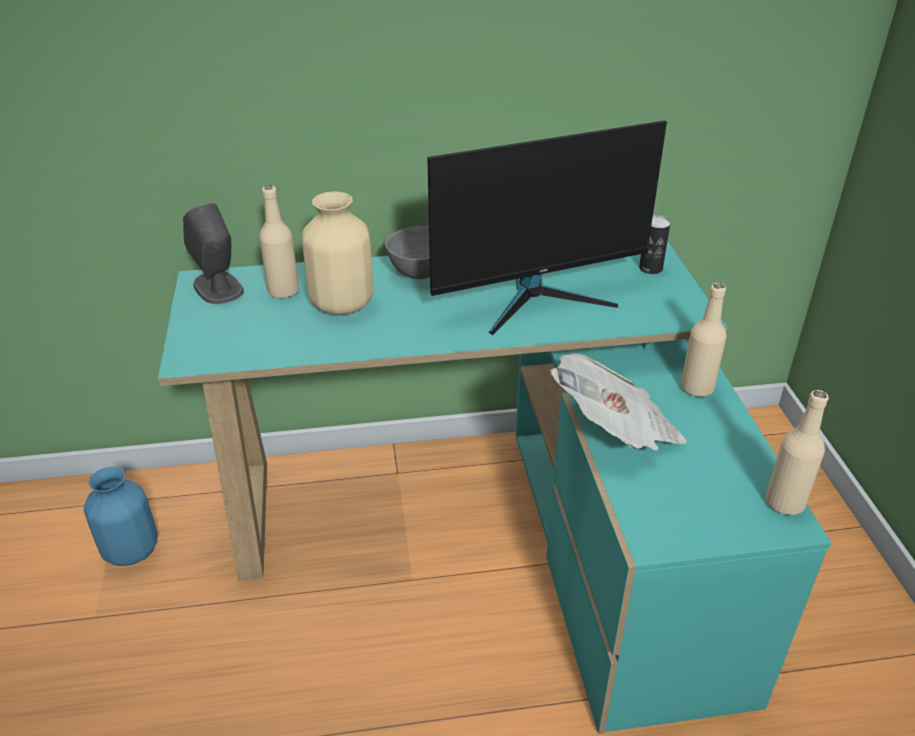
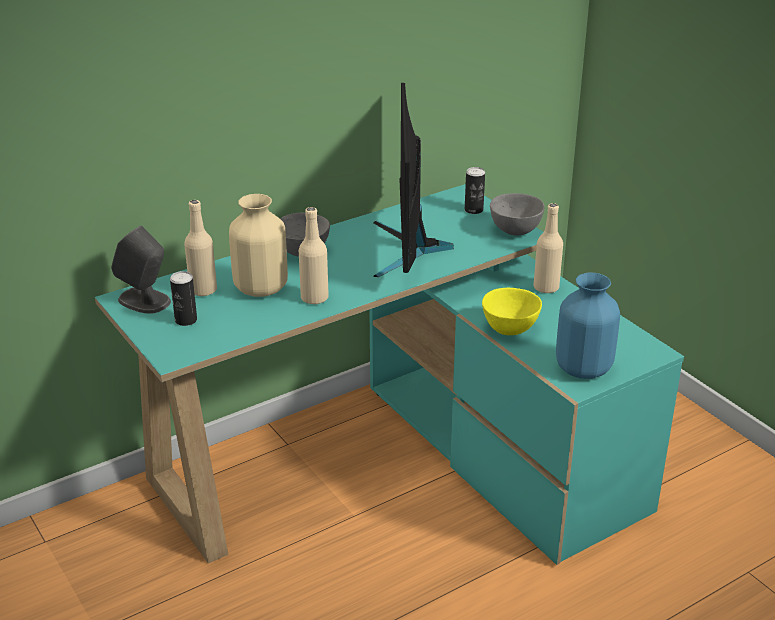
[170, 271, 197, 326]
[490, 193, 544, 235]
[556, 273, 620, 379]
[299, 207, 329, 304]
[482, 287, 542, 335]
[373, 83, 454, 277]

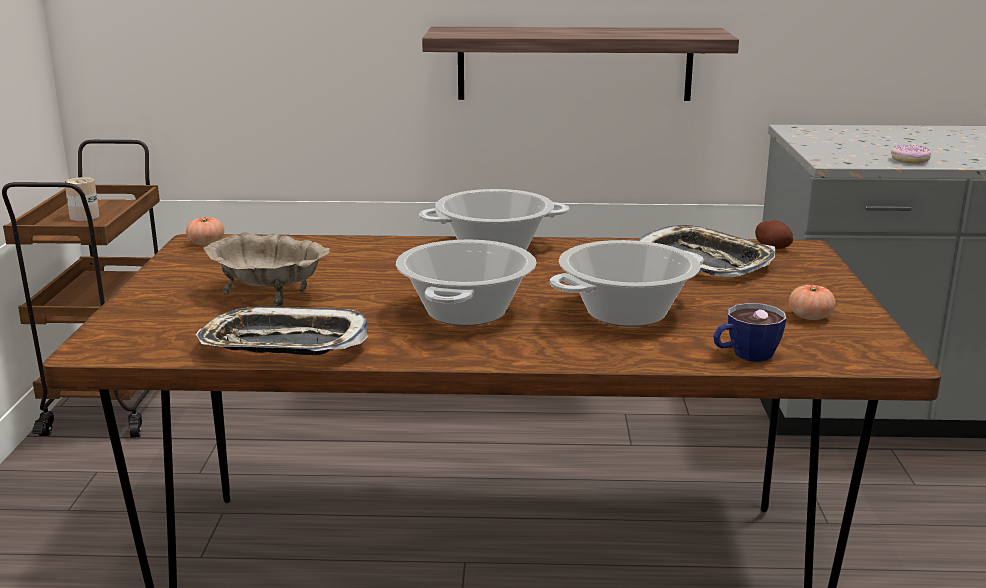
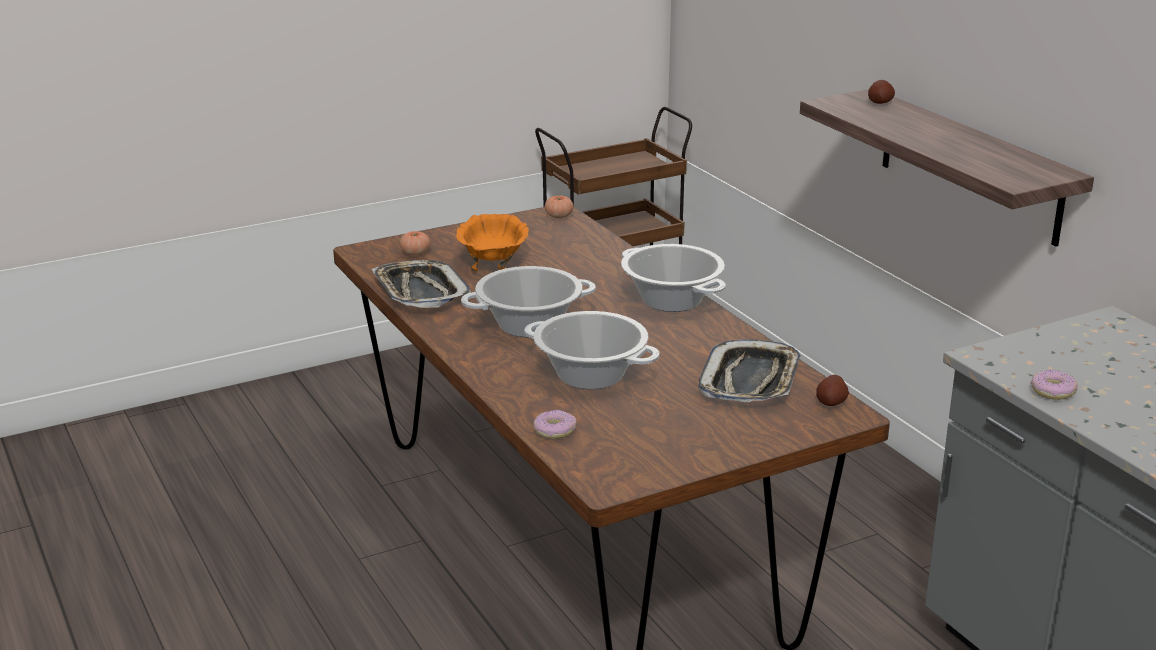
[64, 177, 100, 221] (first image)
[868, 80, 895, 104]
[399, 231, 430, 256]
[533, 410, 576, 439]
[456, 214, 529, 273]

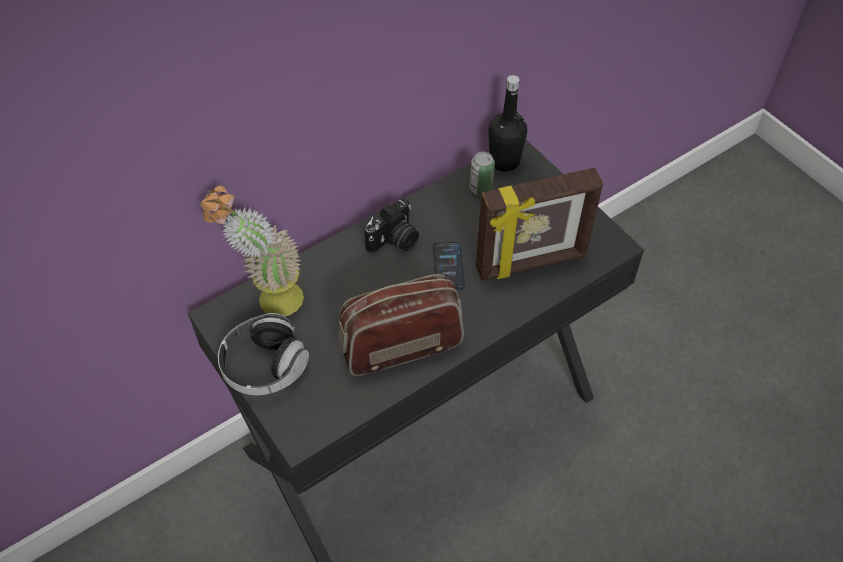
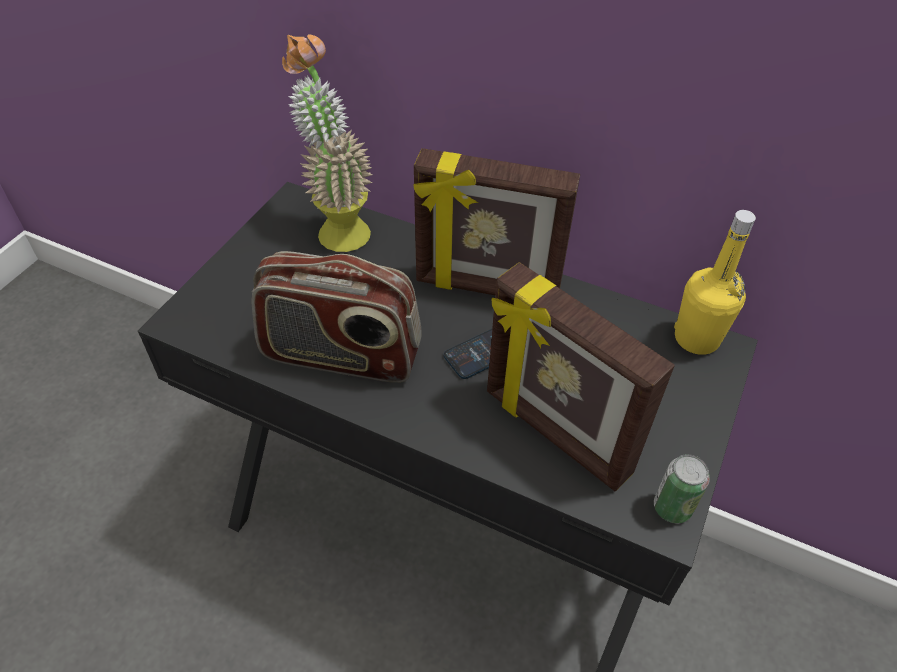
[218, 313, 309, 395] (first image)
[654, 454, 710, 523]
[413, 148, 580, 295]
[674, 210, 756, 355]
[251, 251, 422, 383]

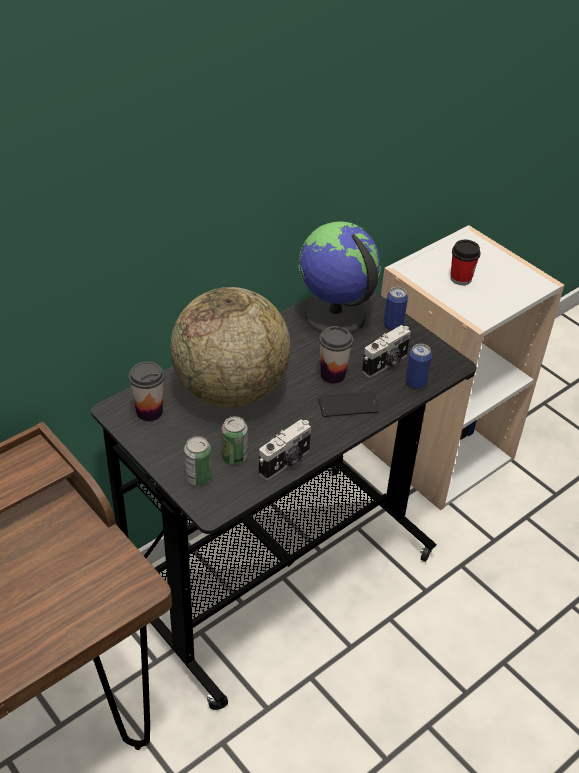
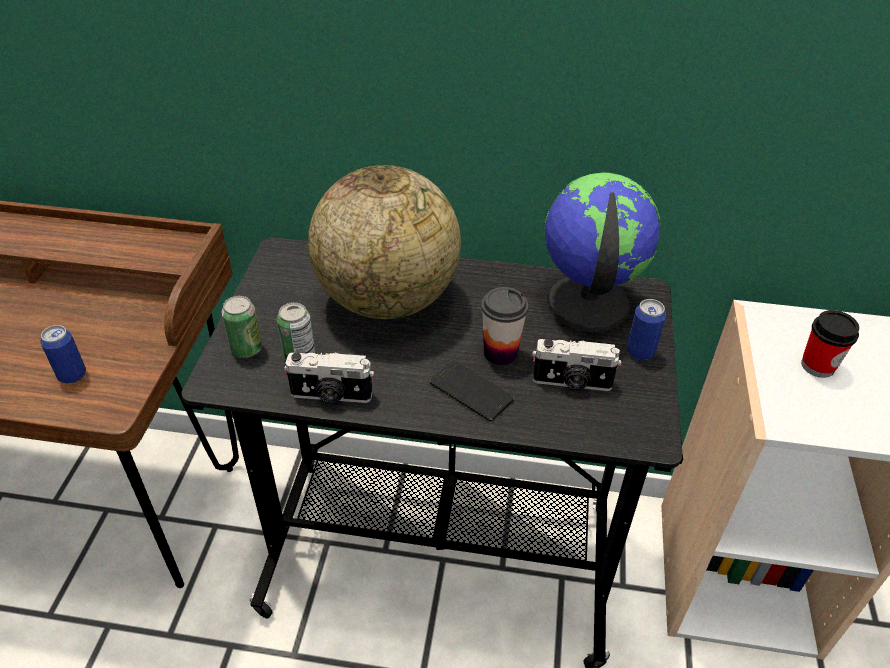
[128, 361, 165, 421] (first image)
[40, 325, 86, 384]

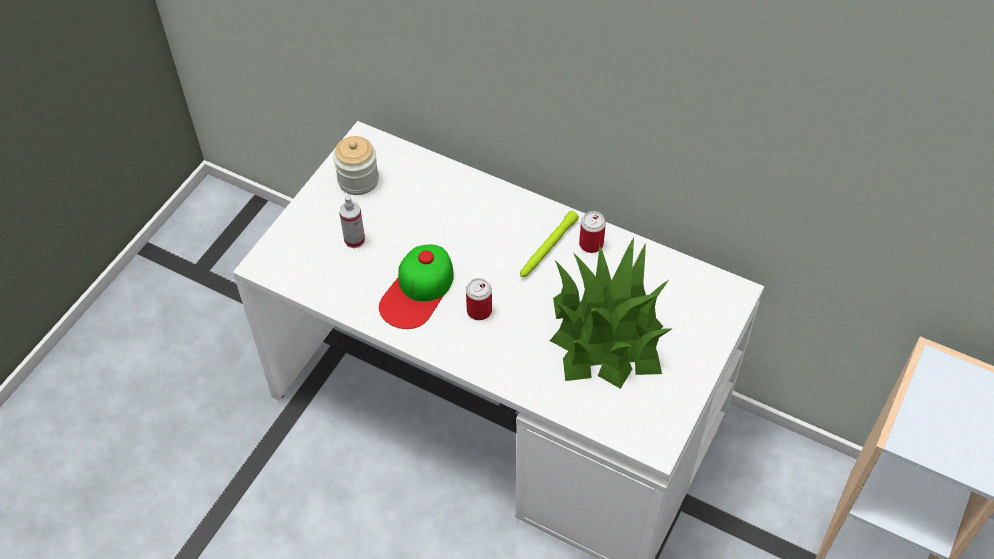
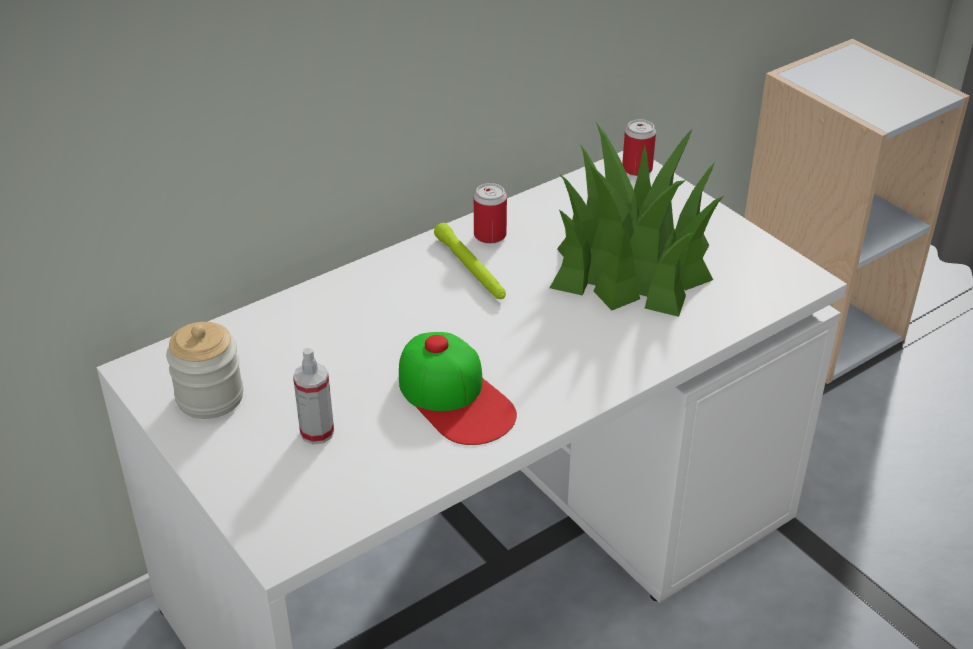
[622, 119, 656, 176]

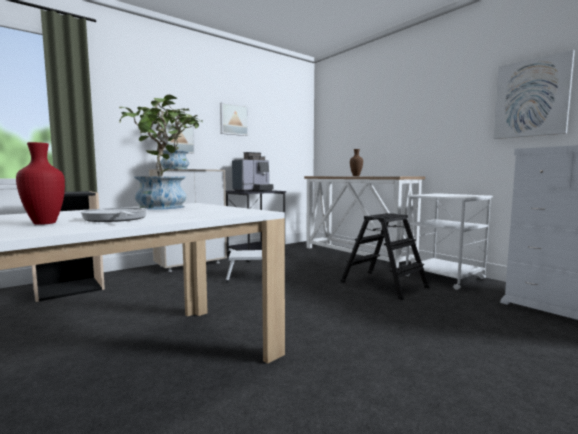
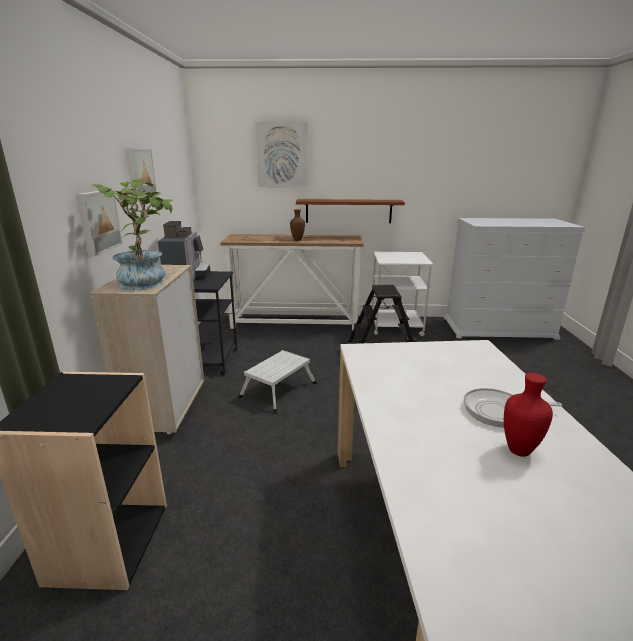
[119, 95, 203, 210] (first image)
[296, 199, 405, 223]
[255, 122, 308, 187]

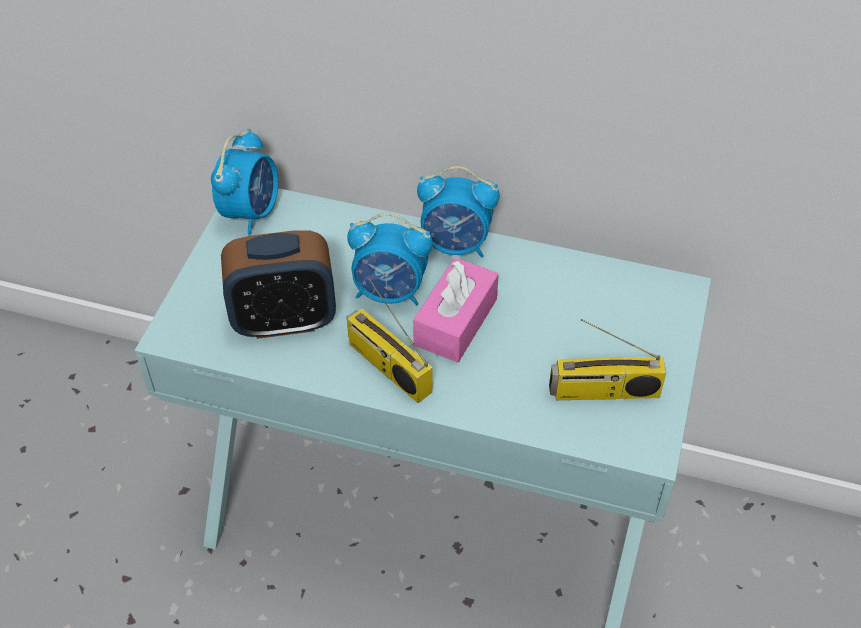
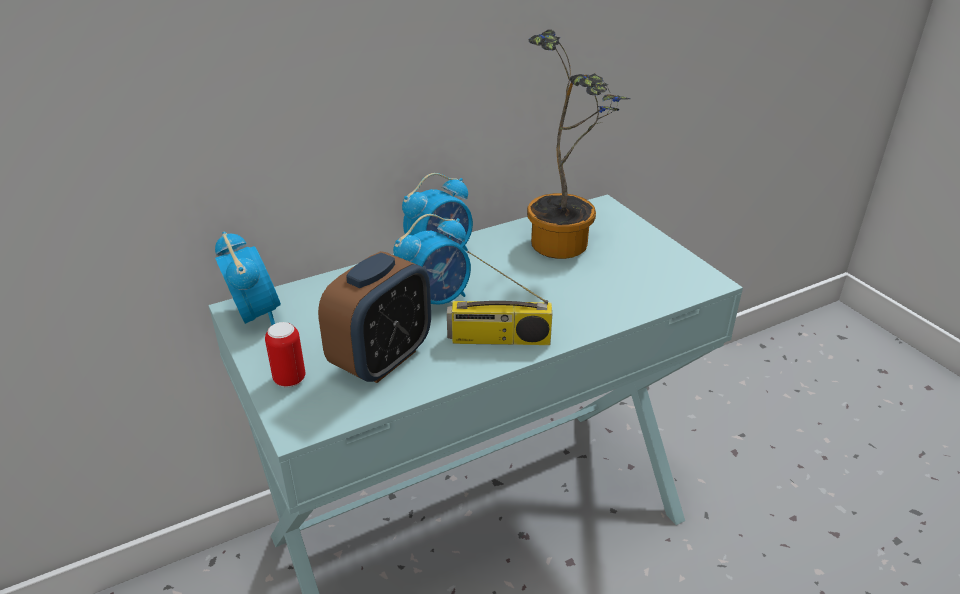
[413, 258, 499, 362] (first image)
[549, 319, 666, 400] (first image)
[265, 322, 305, 387]
[527, 29, 630, 259]

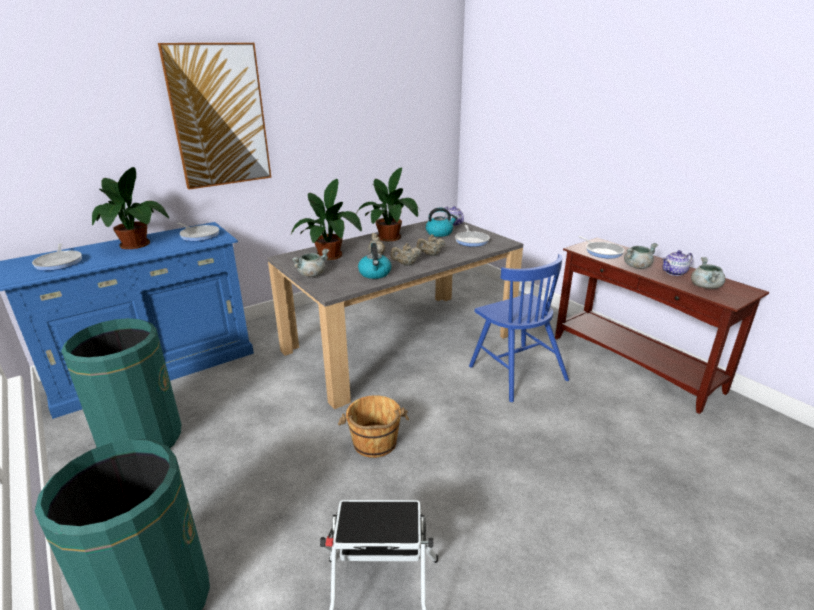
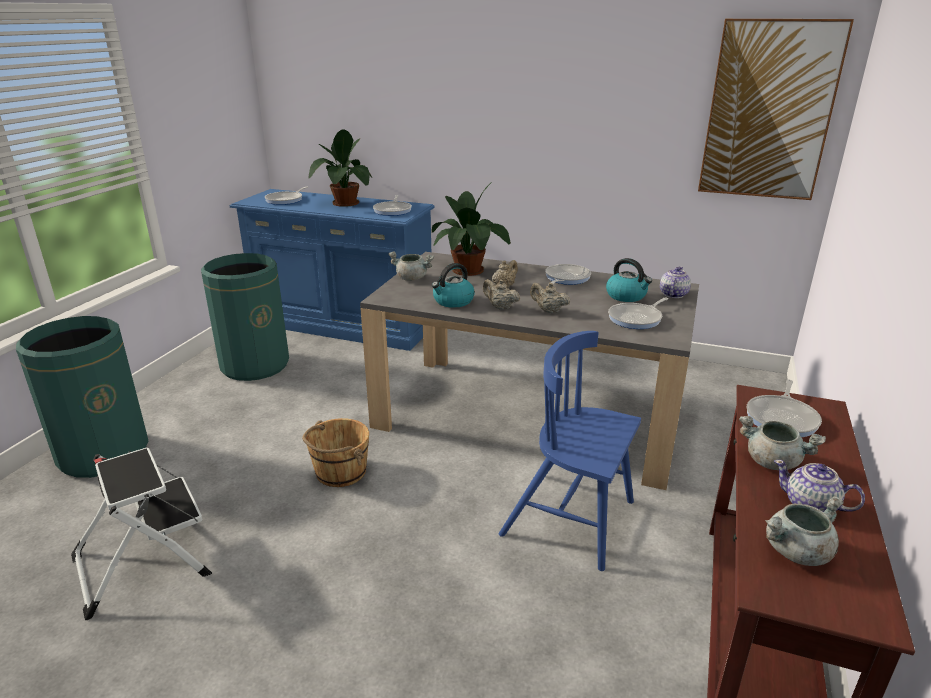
[698, 19, 854, 200]
[545, 264, 591, 285]
[499, 331, 641, 571]

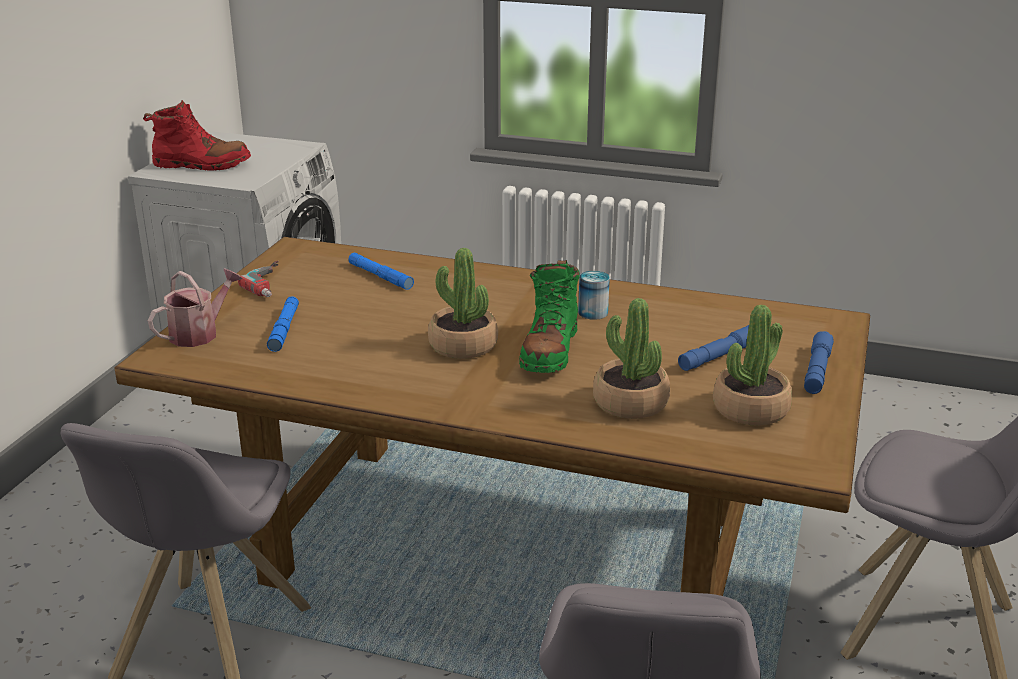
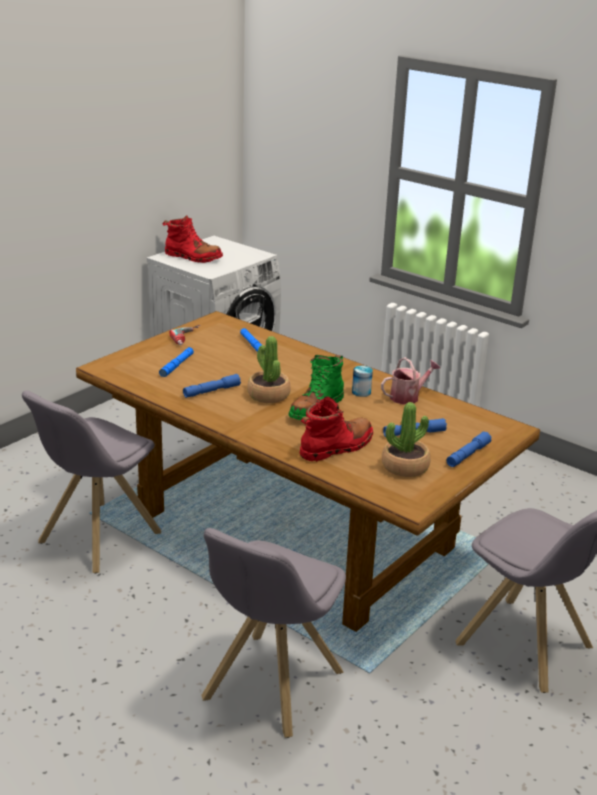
[183, 374, 241, 398]
[381, 357, 440, 405]
[300, 396, 373, 462]

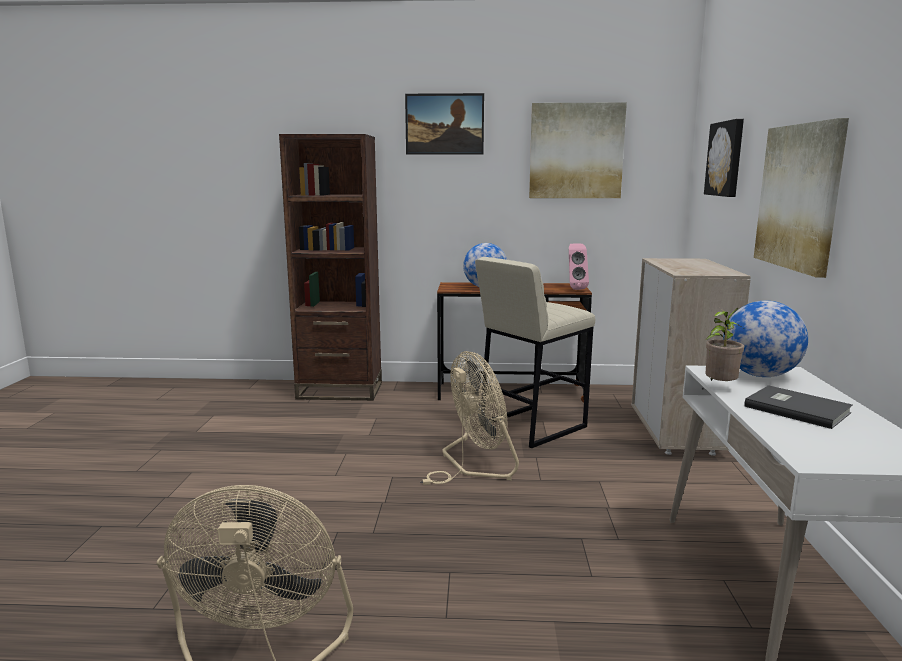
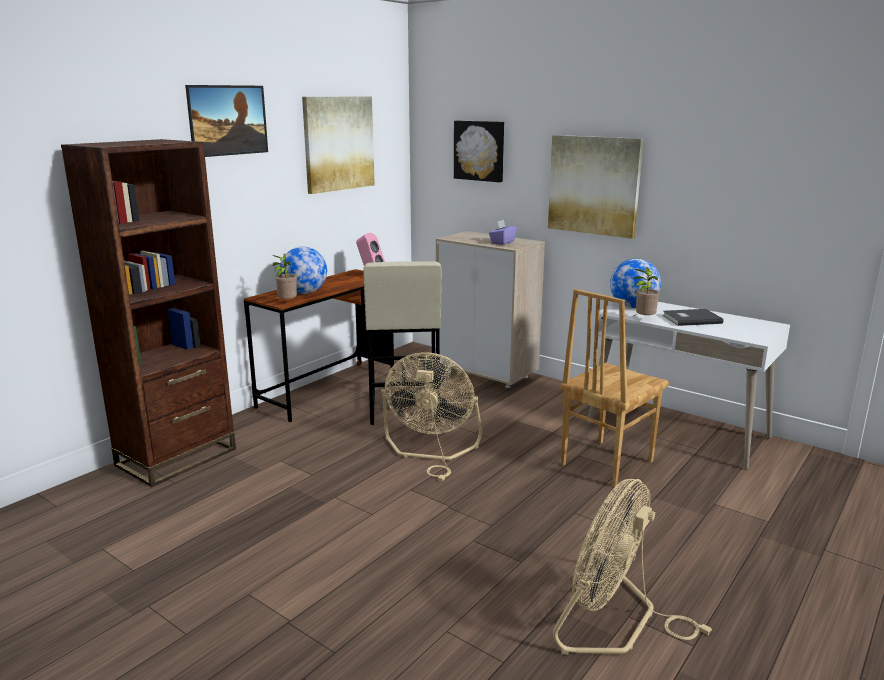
[273, 253, 297, 301]
[489, 220, 517, 245]
[560, 289, 669, 487]

